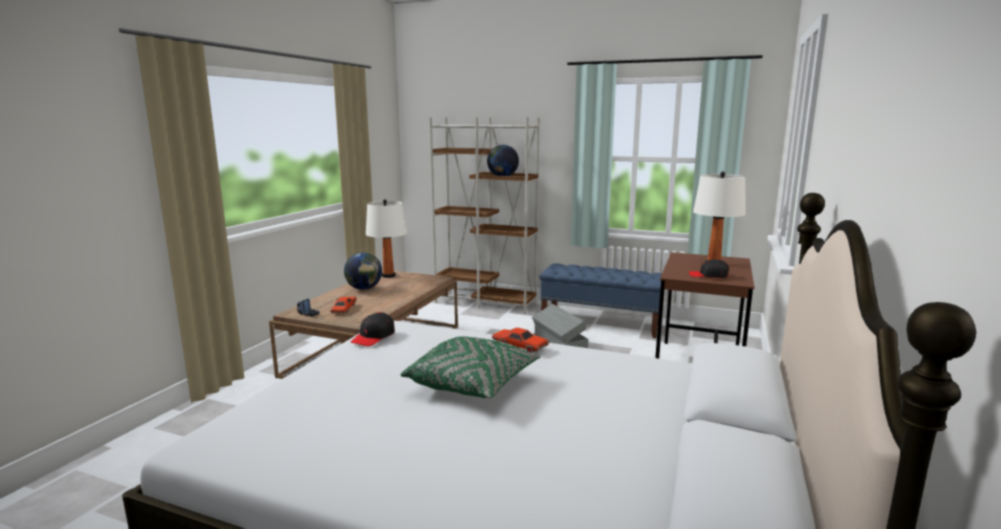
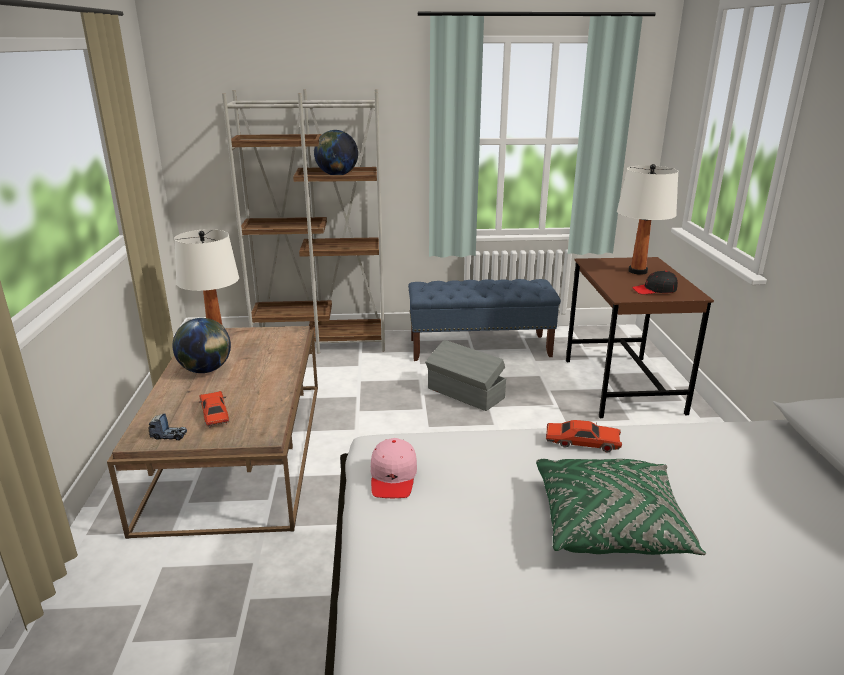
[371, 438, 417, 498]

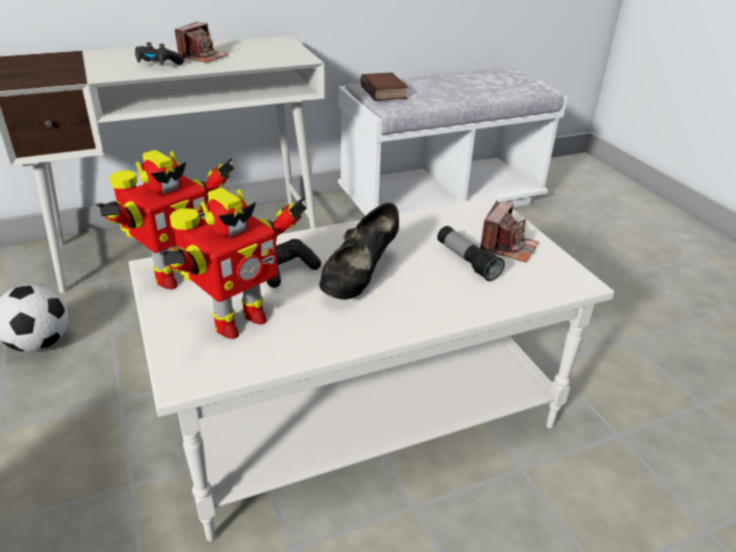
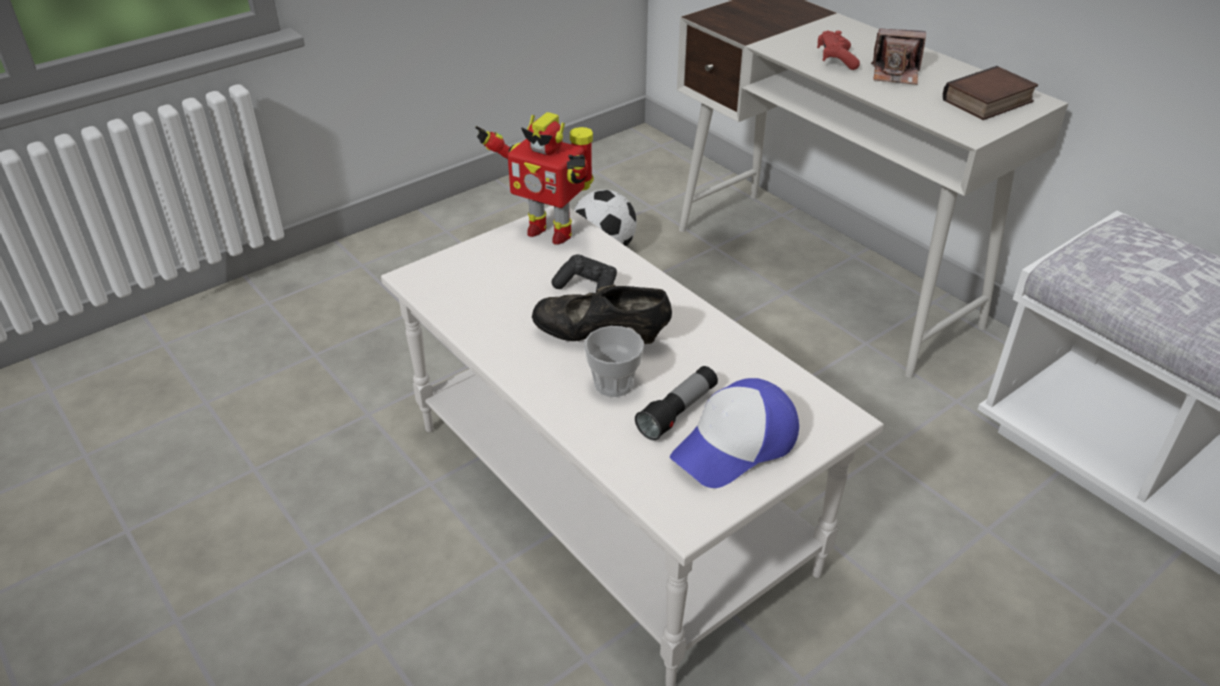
[160, 188, 307, 339] (first image)
[584, 326, 644, 397]
[943, 66, 1038, 120]
[670, 378, 799, 488]
[817, 31, 860, 70]

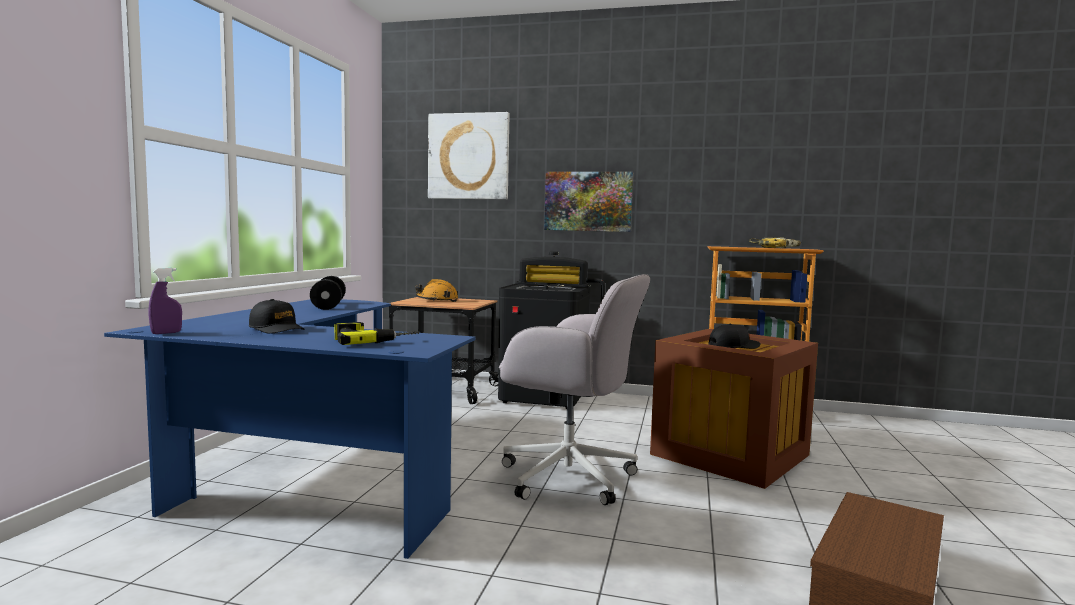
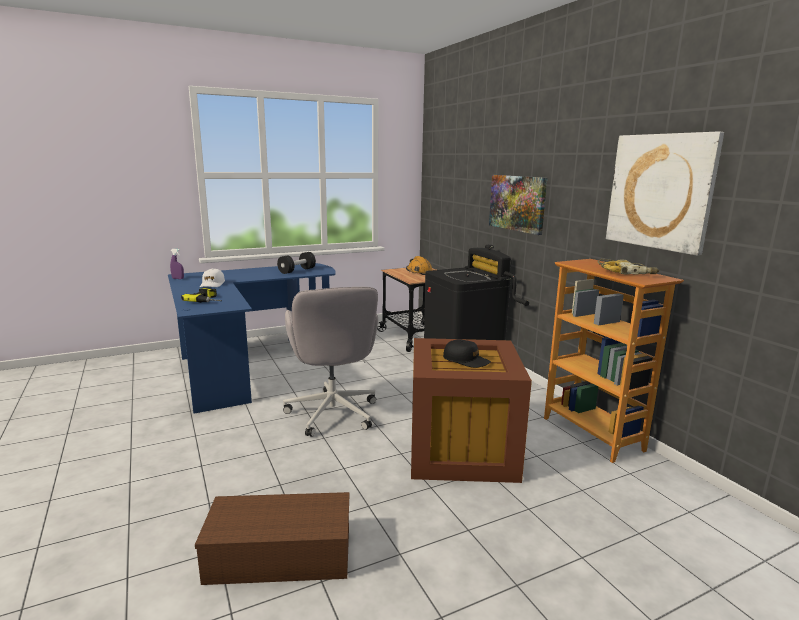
[606, 132, 724, 255]
[200, 268, 225, 287]

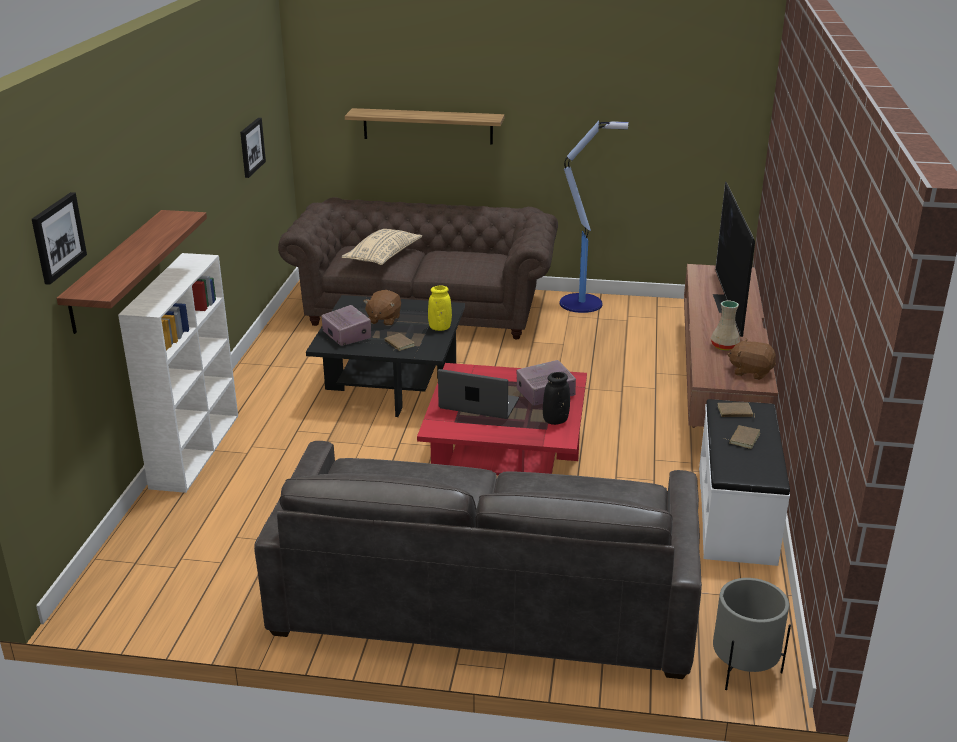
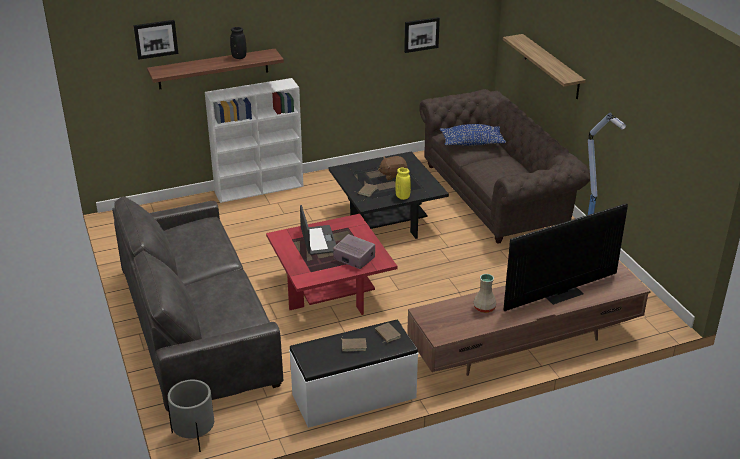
[321, 305, 371, 346] (first image)
[727, 339, 776, 380] (first image)
[230, 27, 246, 59]
[440, 124, 506, 145]

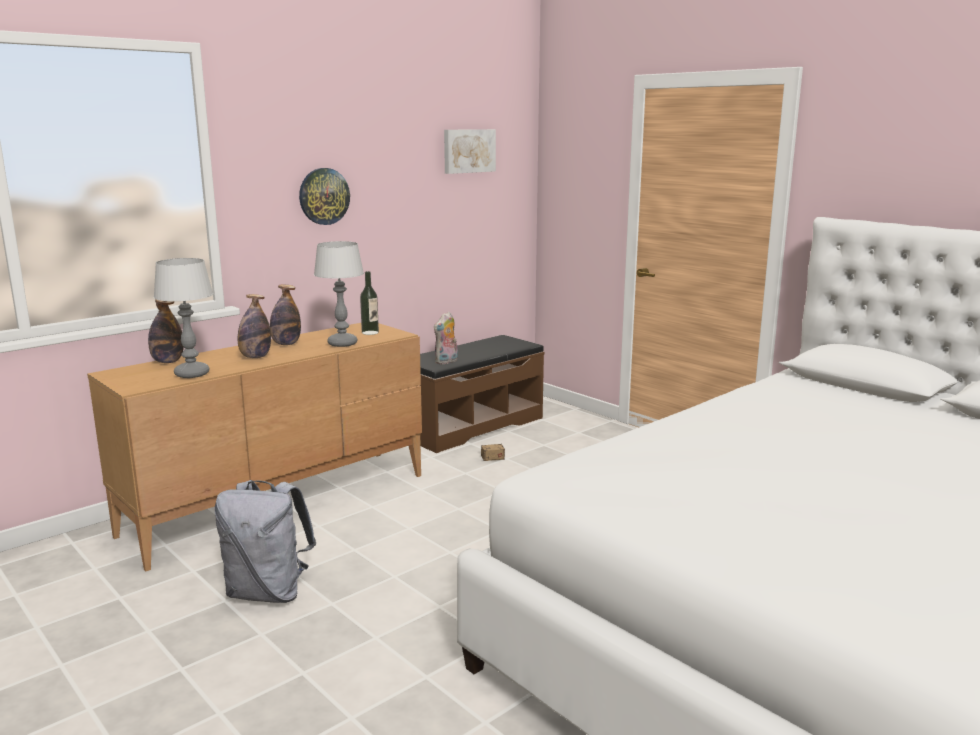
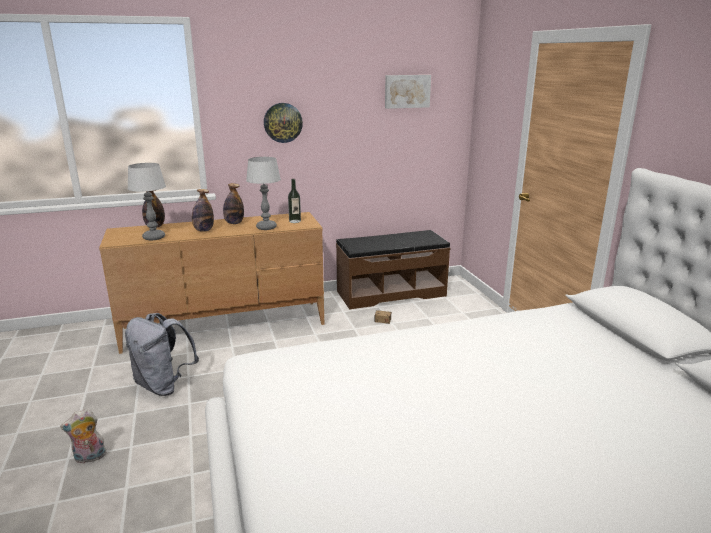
[60, 409, 106, 464]

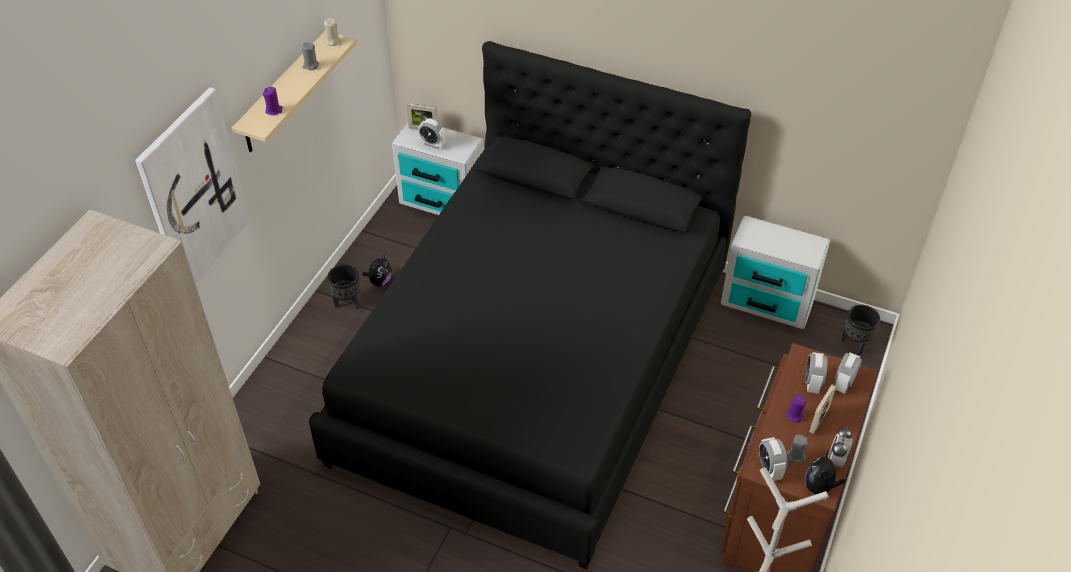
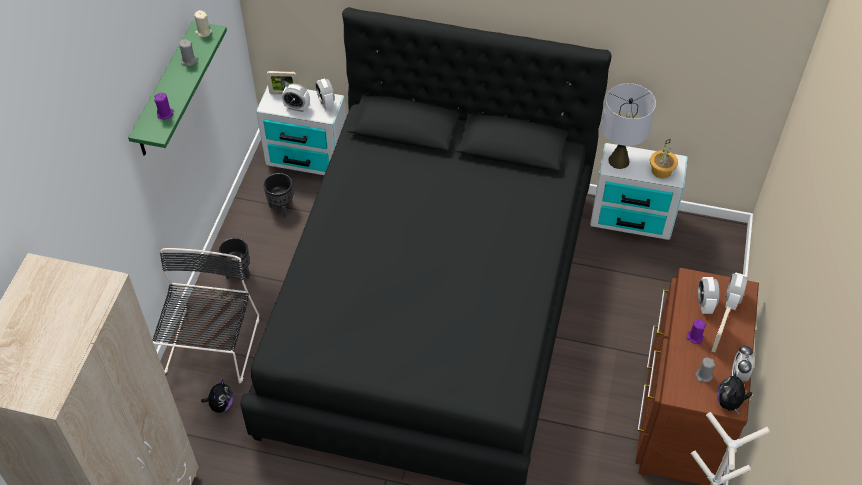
[135, 87, 250, 284] (first image)
[153, 248, 259, 383]
[601, 83, 656, 169]
[650, 139, 678, 179]
[201, 380, 233, 413]
[315, 79, 335, 110]
[263, 173, 293, 217]
[128, 21, 227, 156]

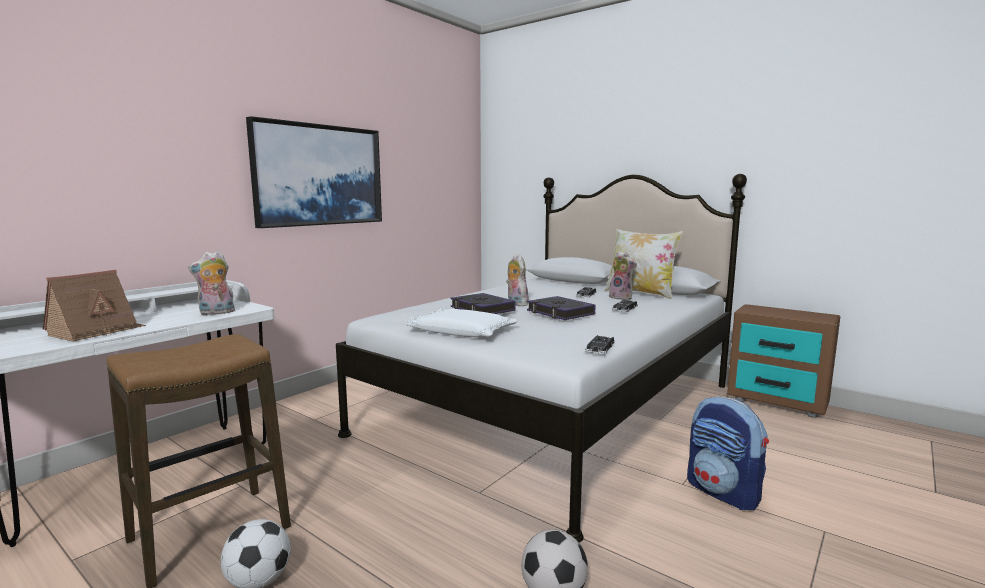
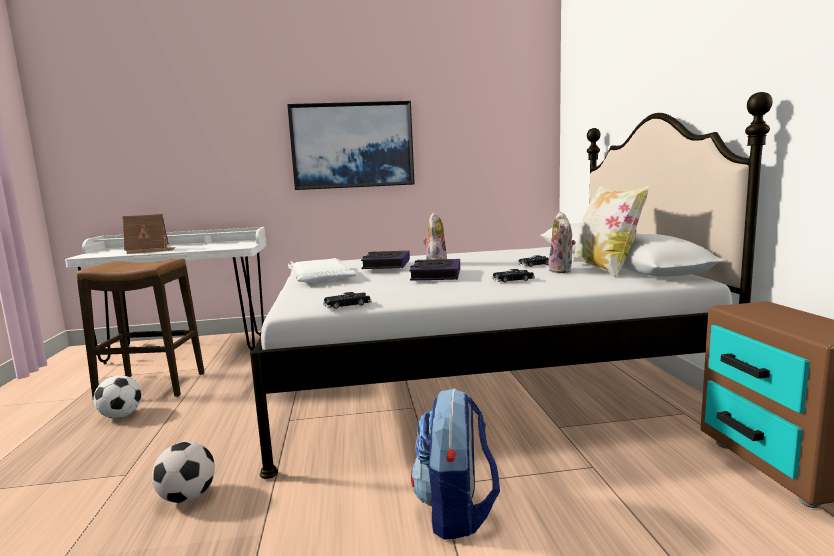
[188, 251, 235, 315] (first image)

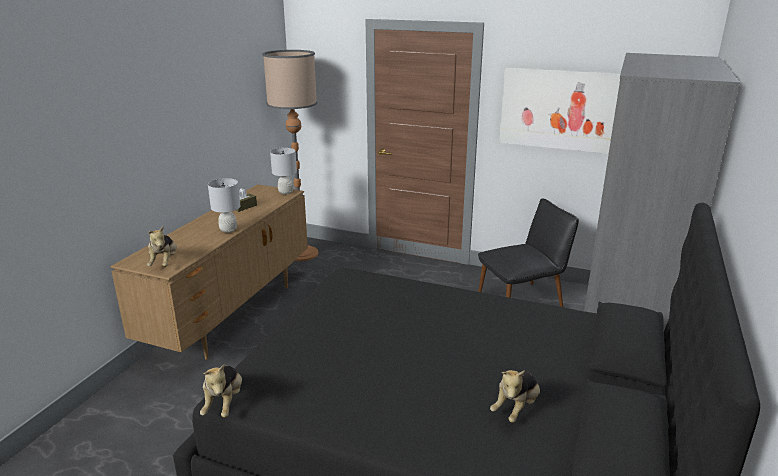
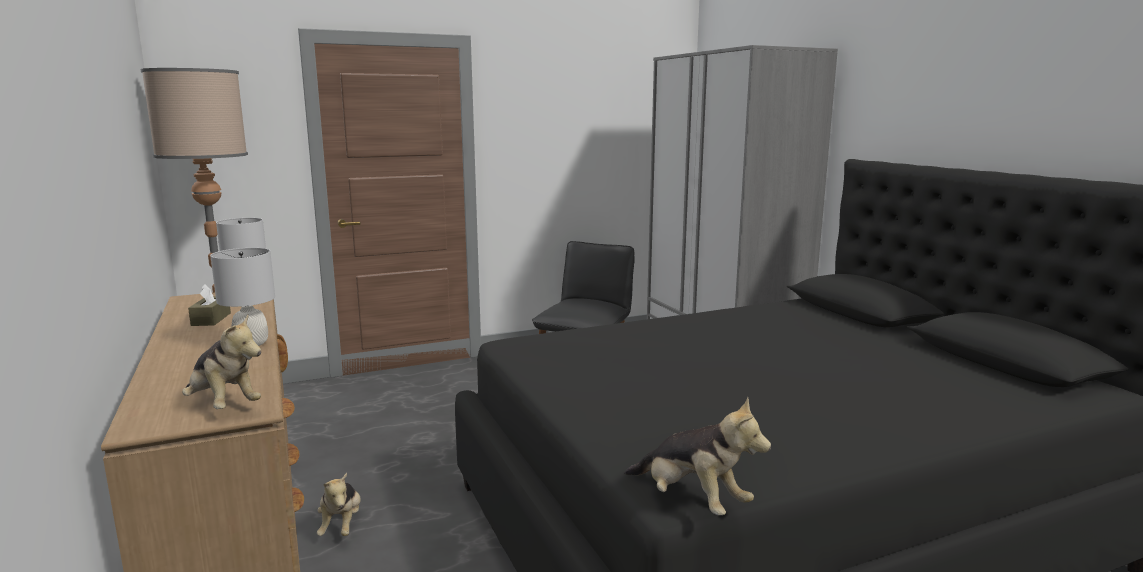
[499, 67, 621, 154] (first image)
[317, 473, 361, 536]

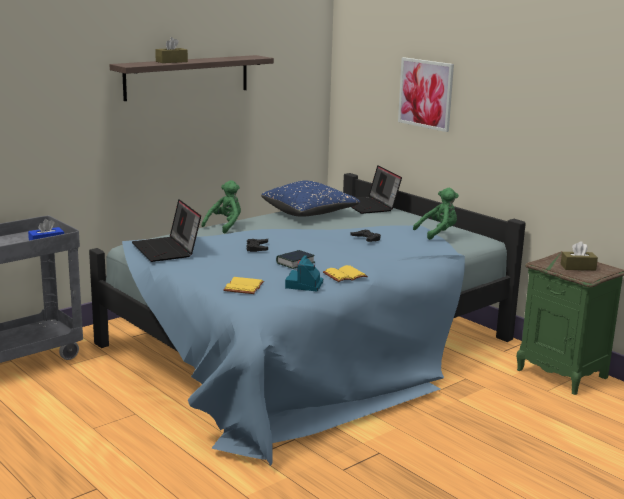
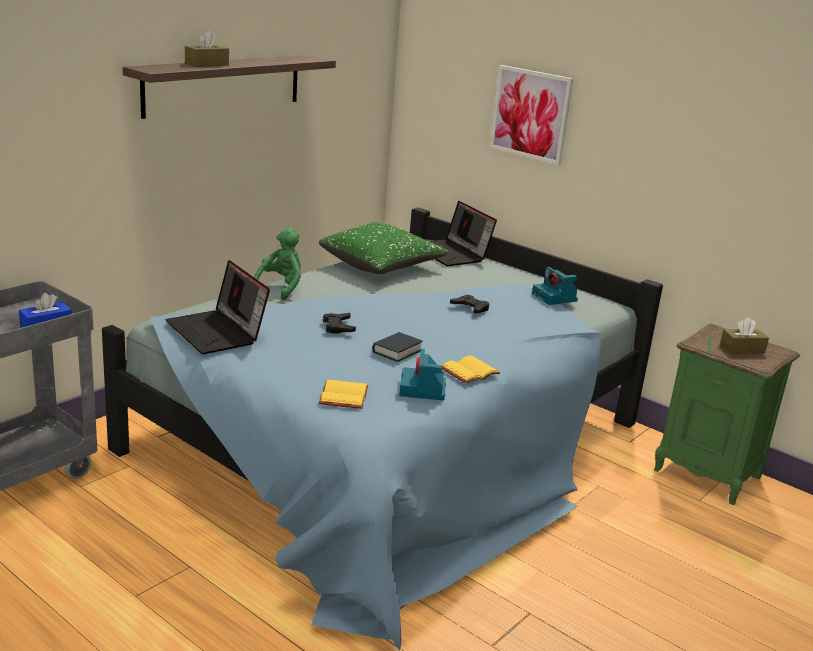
[532, 267, 578, 305]
[319, 223, 448, 274]

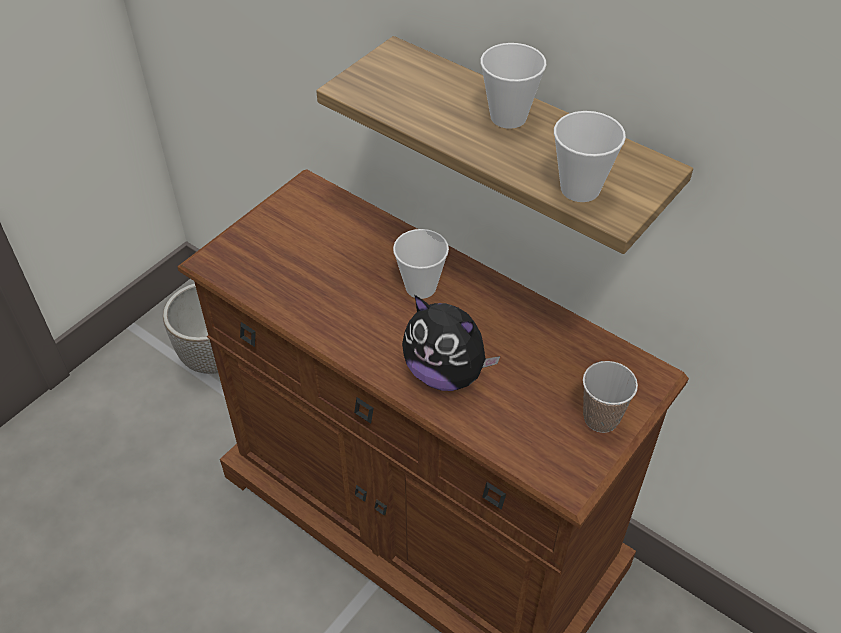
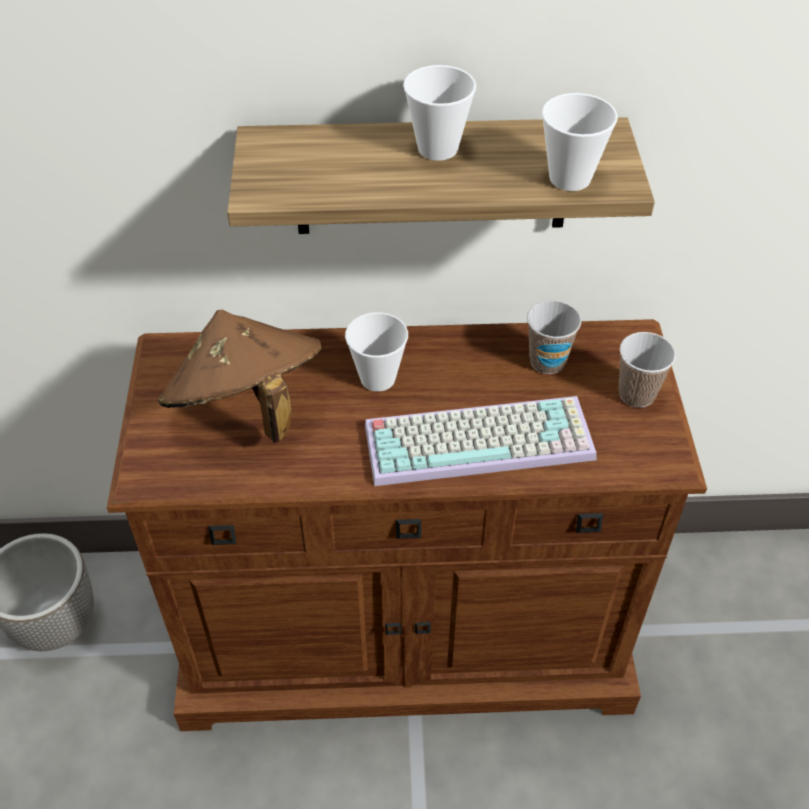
[159, 310, 321, 443]
[527, 300, 581, 374]
[365, 396, 597, 486]

